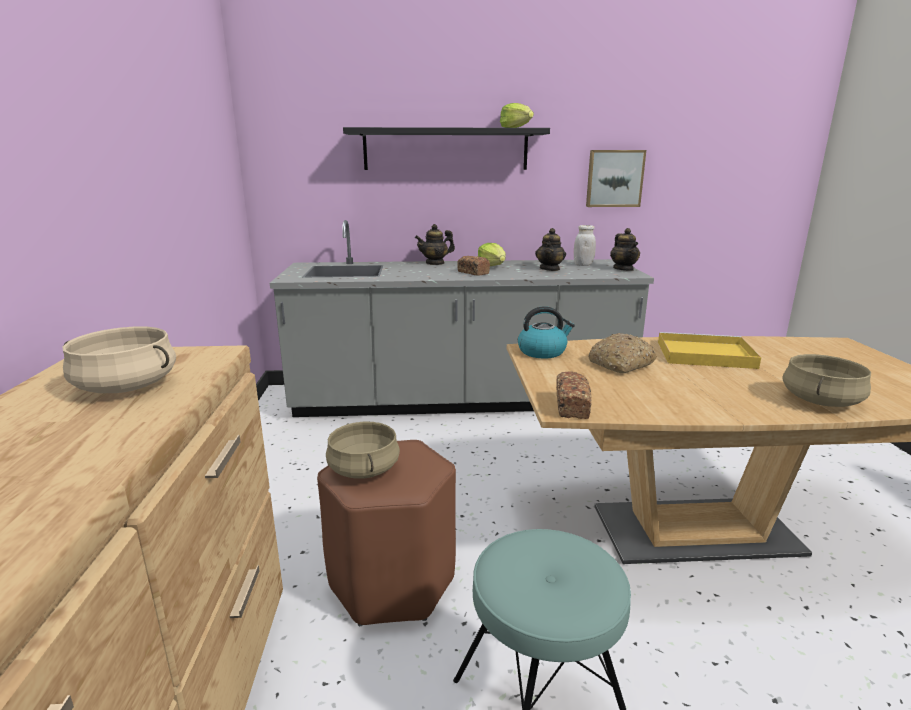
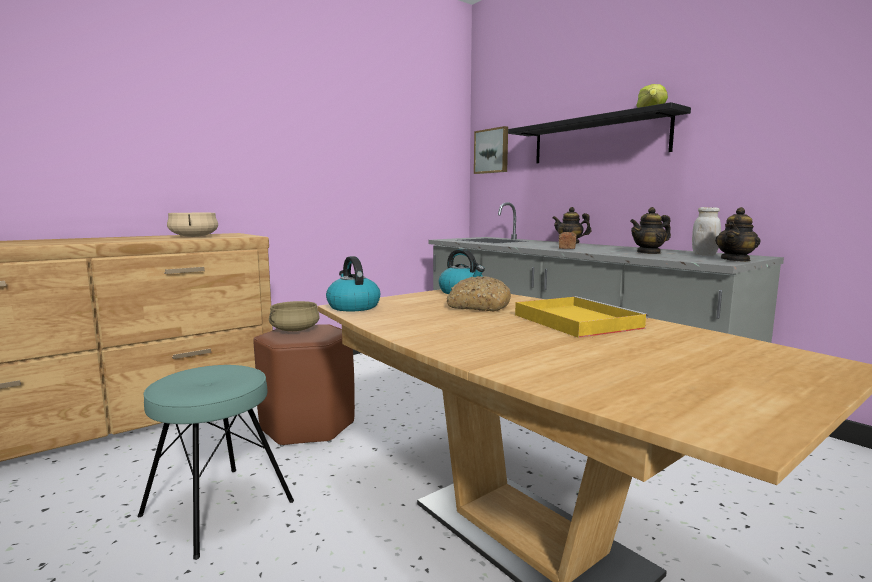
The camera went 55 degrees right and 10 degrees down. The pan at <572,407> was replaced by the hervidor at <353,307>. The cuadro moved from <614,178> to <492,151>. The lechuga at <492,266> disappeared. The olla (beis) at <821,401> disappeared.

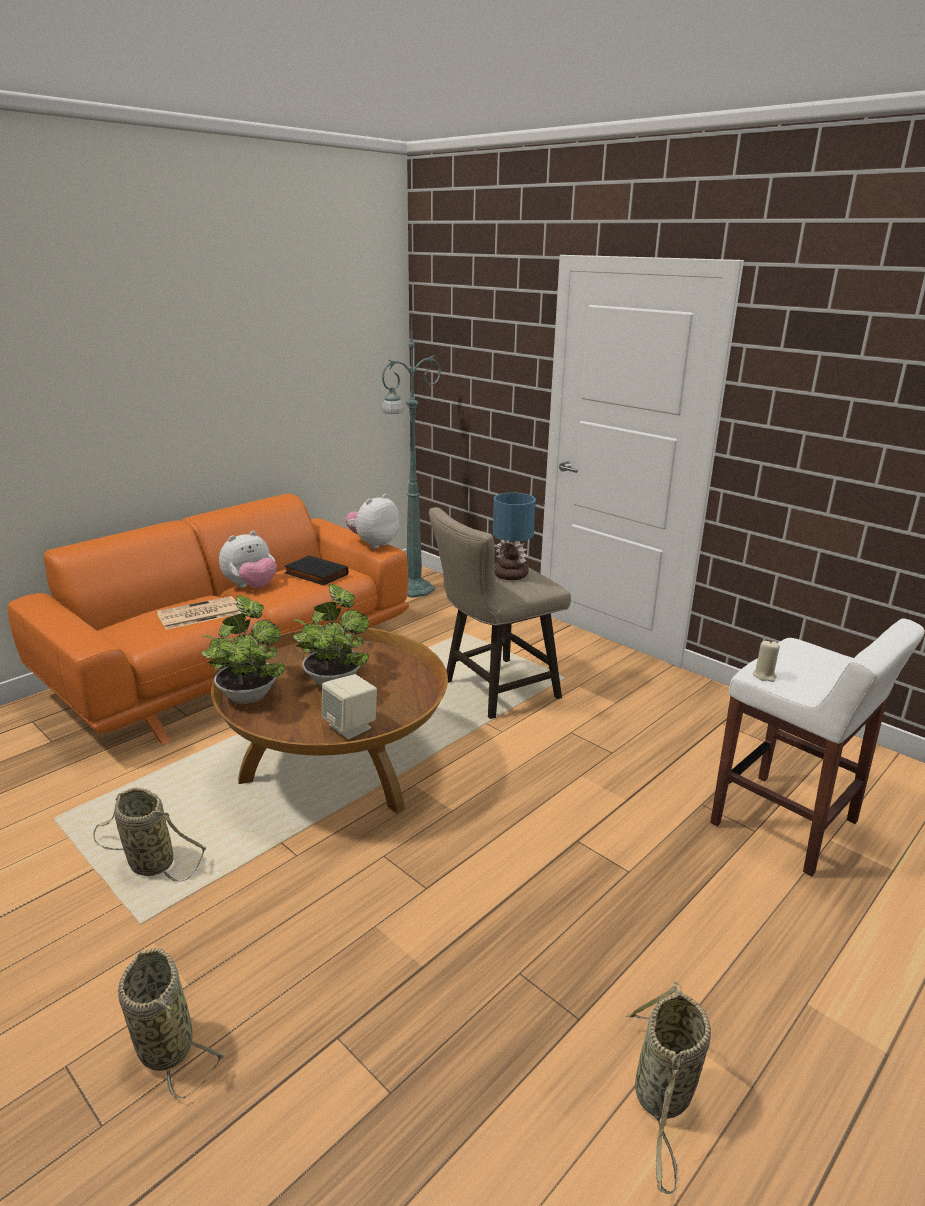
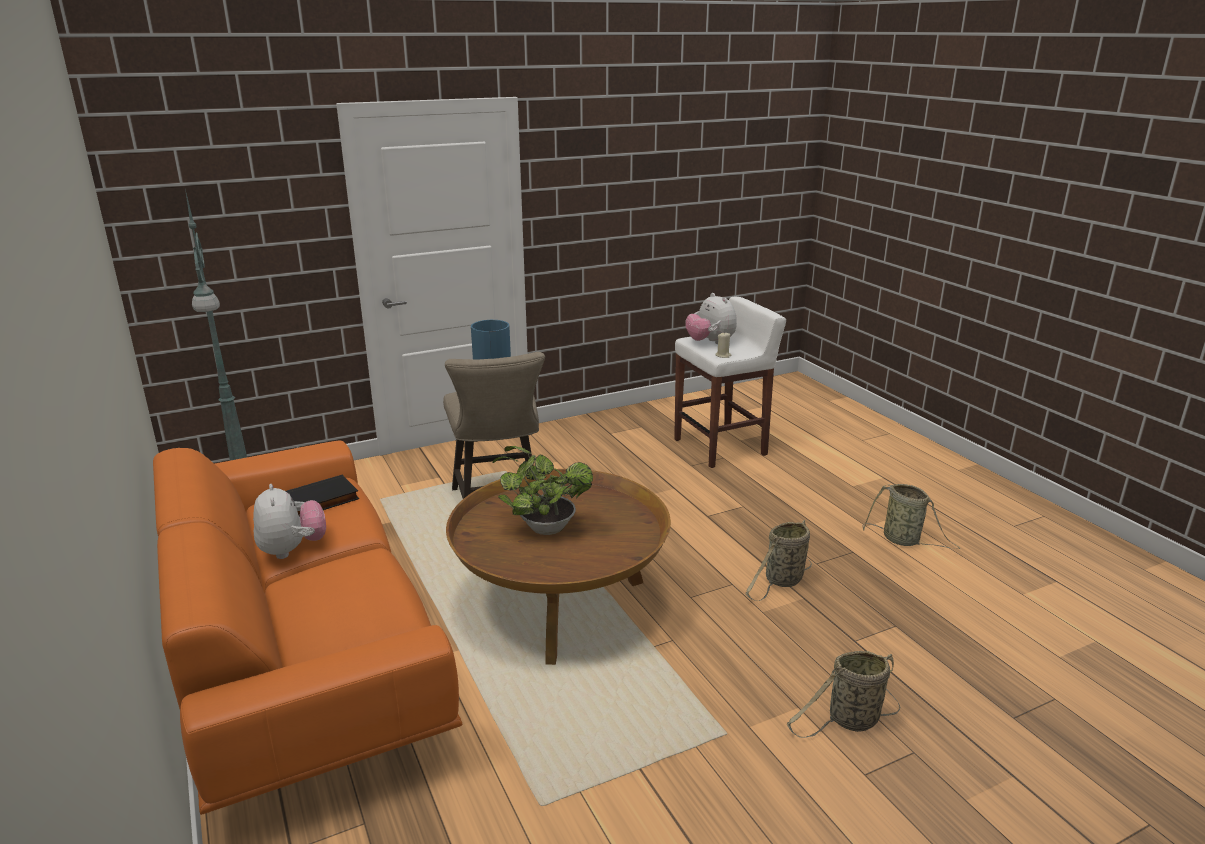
The camera went 70 degrees left and 0 degrees up. The peluche moved from <373,544> to <710,342>. The cesta moved from <148,862> to <782,581>. The periódico at <198,614> disappeared. The planta en maceta at <248,694> disappeared. The altavoz (beis) at <351,727> disappeared.

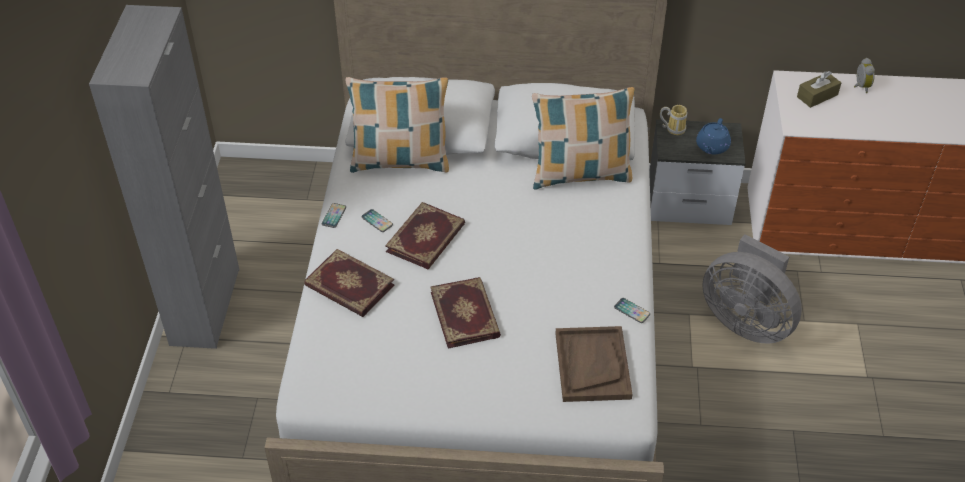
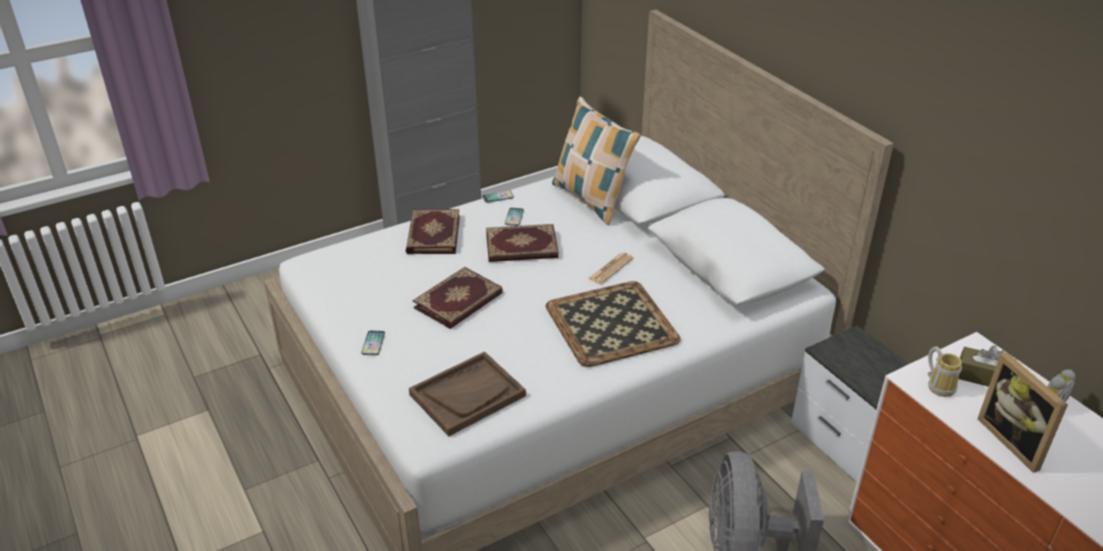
The camera went 55 degrees right and 10 degrees down. The móvil moved from <632,311> to <373,343>. The bandeja at <612,324> appeared. The periódico at <610,269> appeared. The taza grande moved from <673,128> to <939,385>. The portarretratos at <1015,441> appeared. The cojín at <580,174> disappeared. The tetera (azul) at <712,147> disappeared.

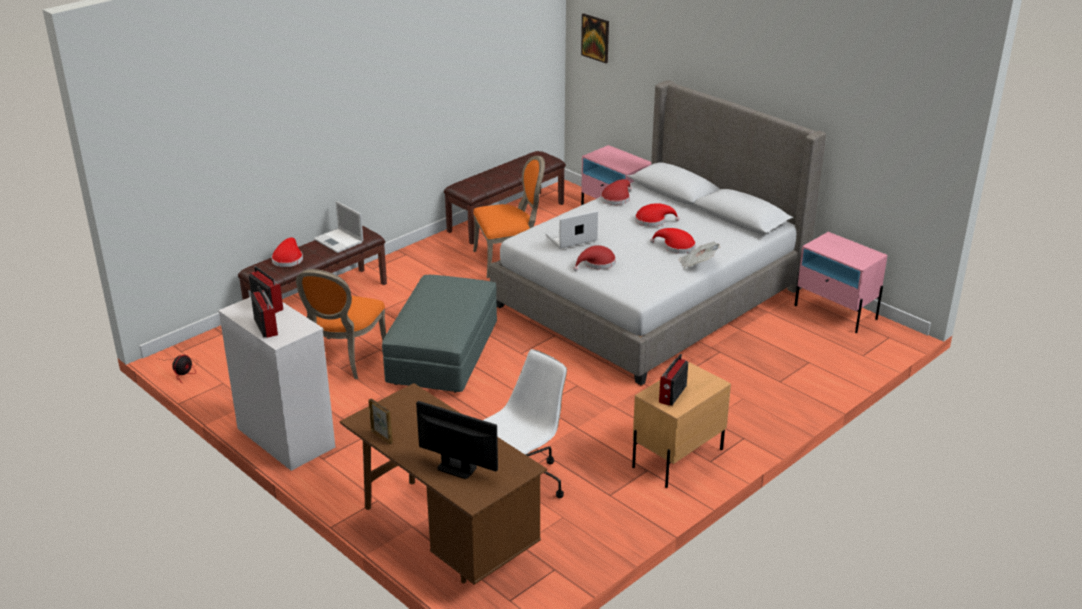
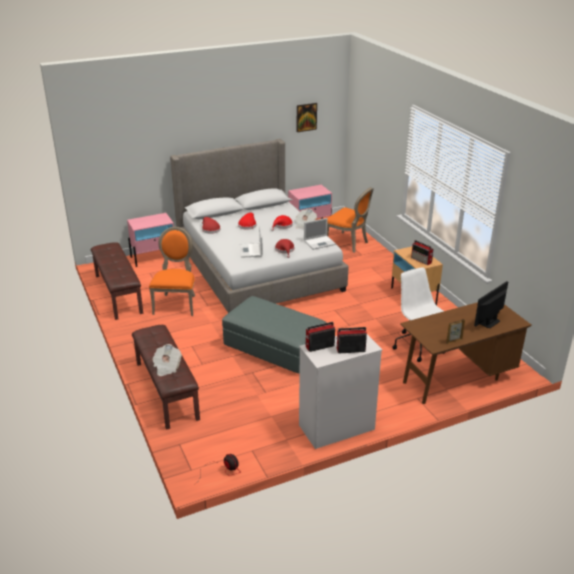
The camera went 70 degrees left and 0 degrees up. The sombrero (rojo) at <288,259> was replaced by the periódico at <167,367>. The cuadro moved from <595,38> to <306,117>. The portátil moved from <339,241> to <320,242>. The silla (naranja) moved from <344,360> to <348,243>.

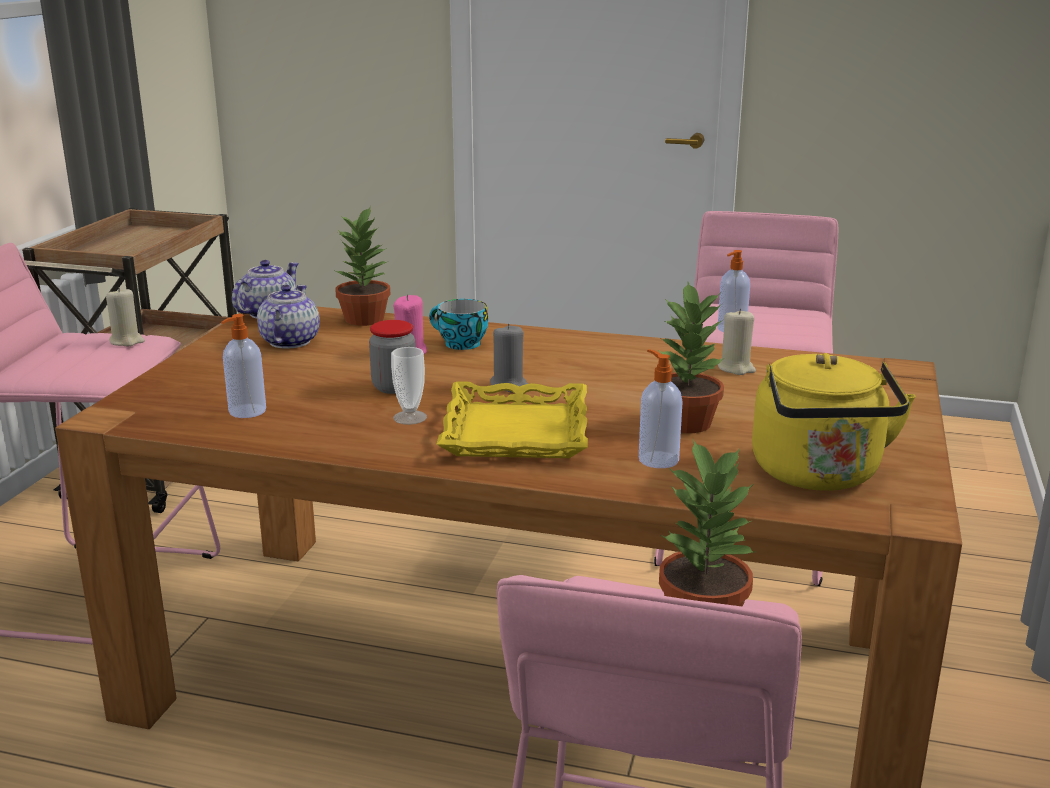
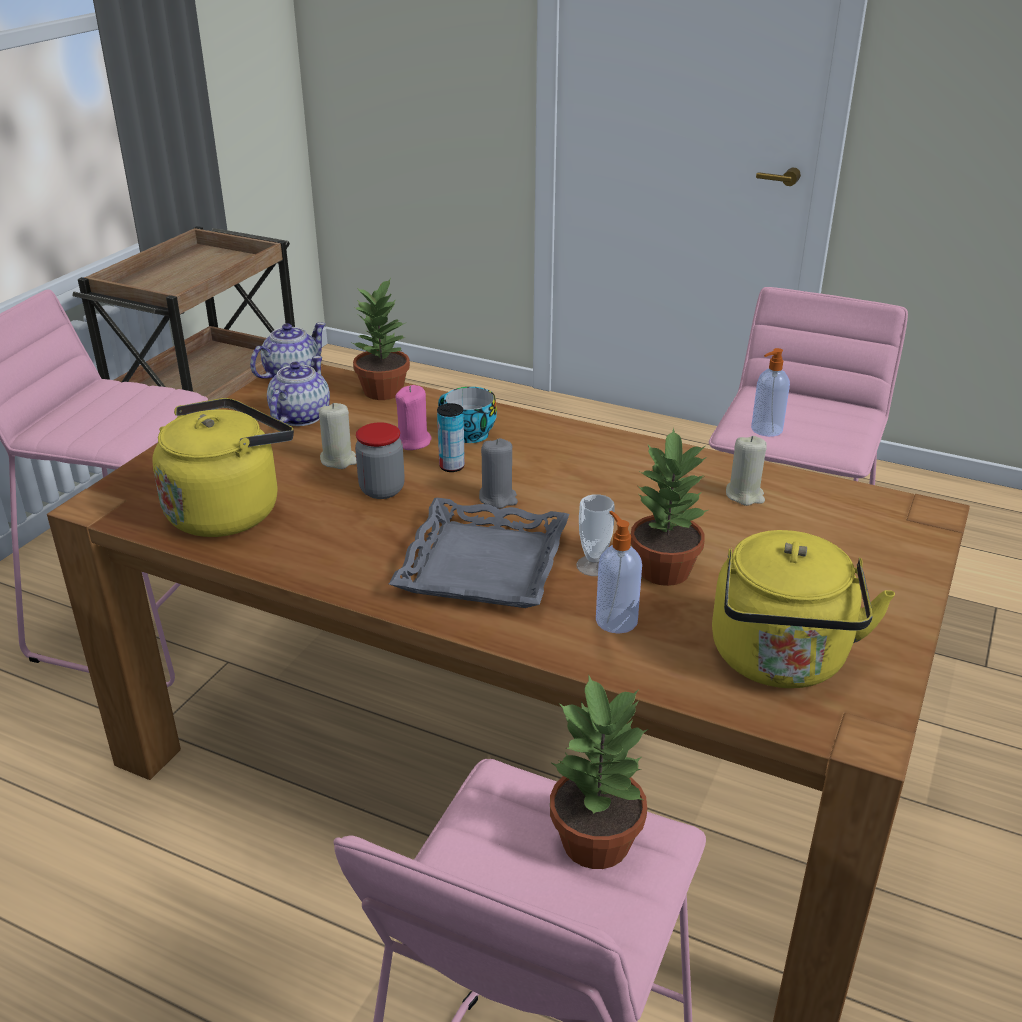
The camera went 10 degrees right and 10 degrees up. The dispensador de jabón at <246,412> was replaced by the hervidor (amarillo) at <228,510>. The vela (beis) moved from <127,341> to <339,460>. The bandeja (amarillo) at <514,431> became the bandeja (gris) at <482,564>. The lata at <451,466> appeared. The taza moved from <410,417> to <594,566>.

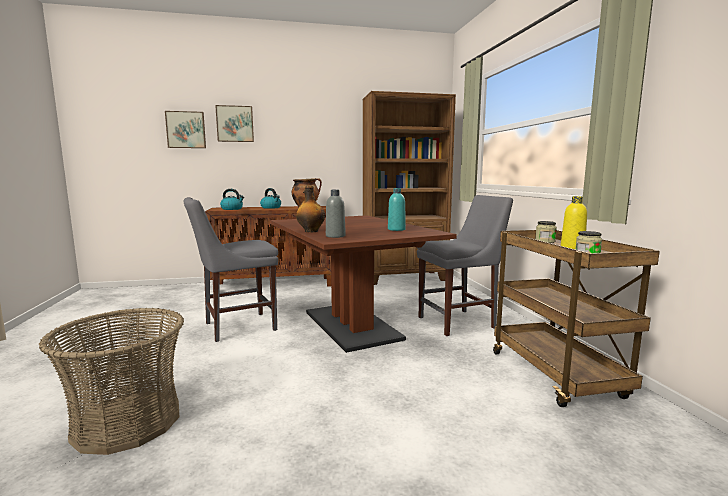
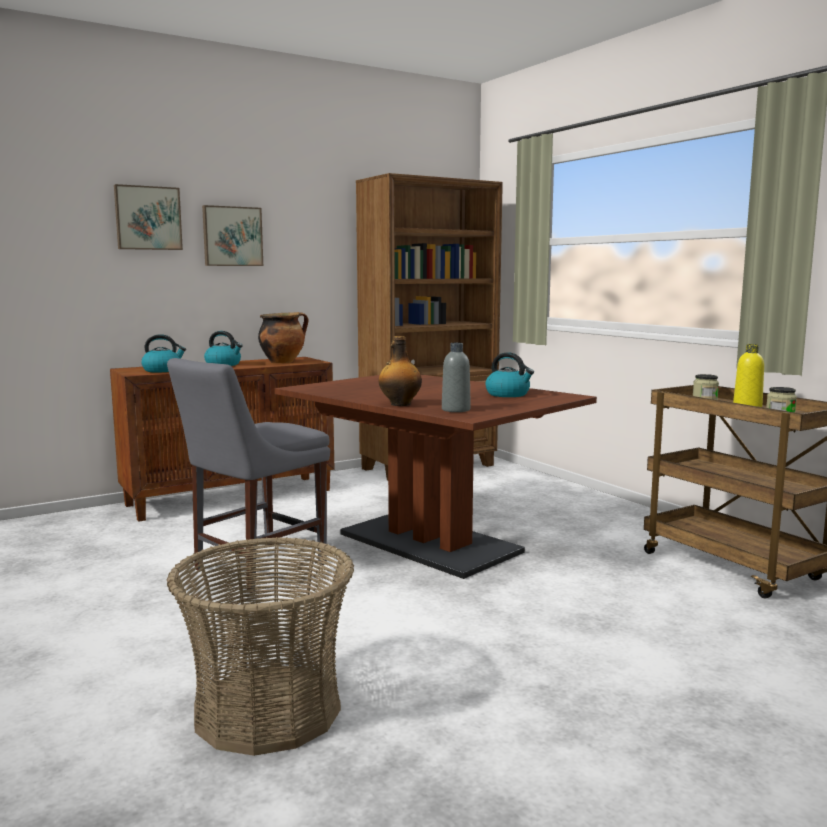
The camera went 20 degrees left and 0 degrees up. The cuadro moved from <186,130> to <232,236>. The botella (turquesa) at <396,229> was replaced by the hervidor at <508,394>. The silla (gris) at <460,322> disappeared.

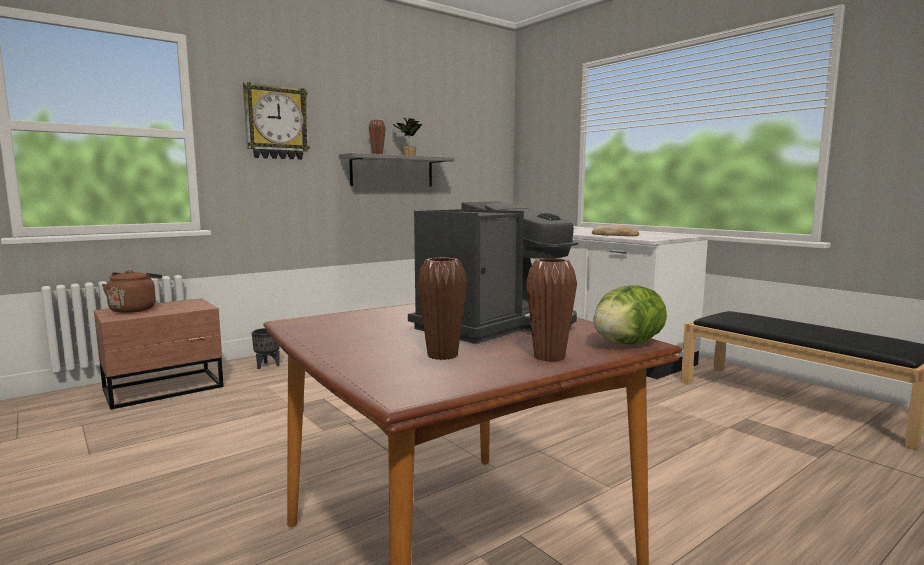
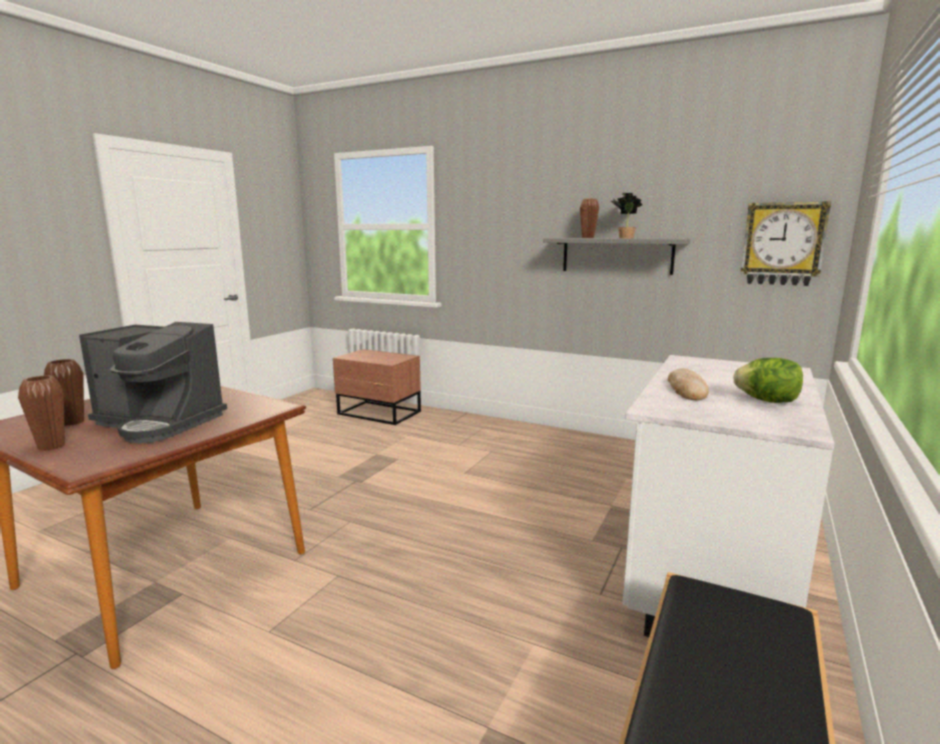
The camera went 65 degrees right and 5 degrees up. The lechuga moved from <626,344> to <767,401>. The reloj de pared moved from <276,123> to <782,244>. The hervidor (marrón) at <134,309> disappeared. The maceta (negro) at <268,366> disappeared.

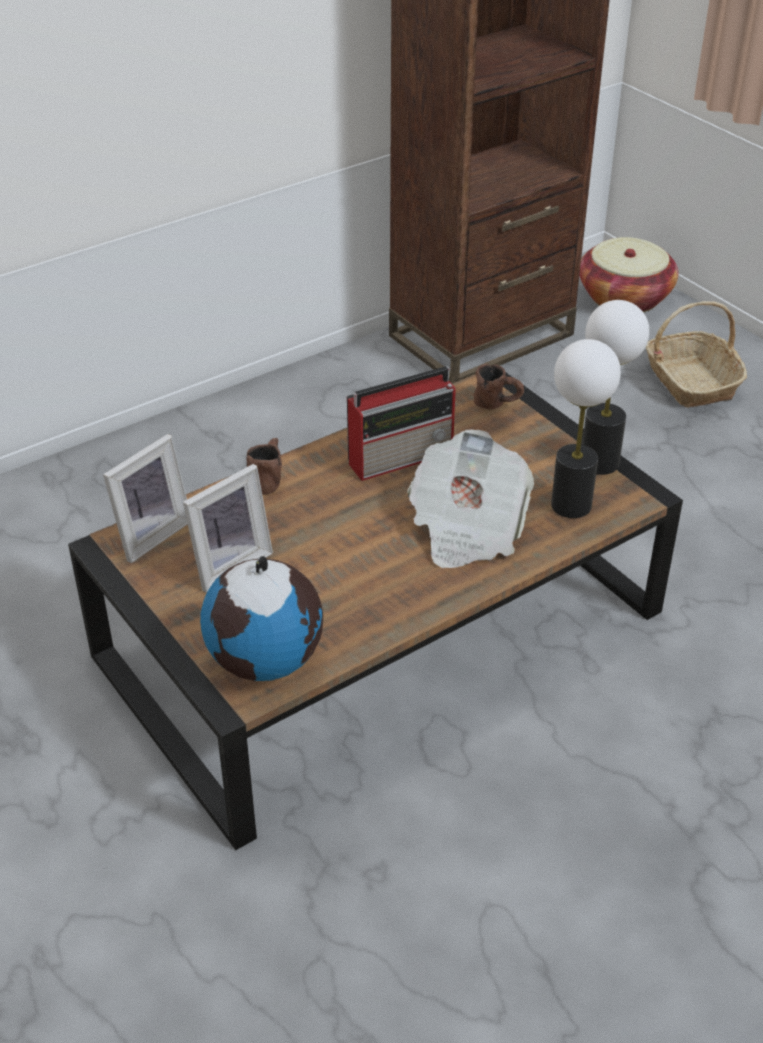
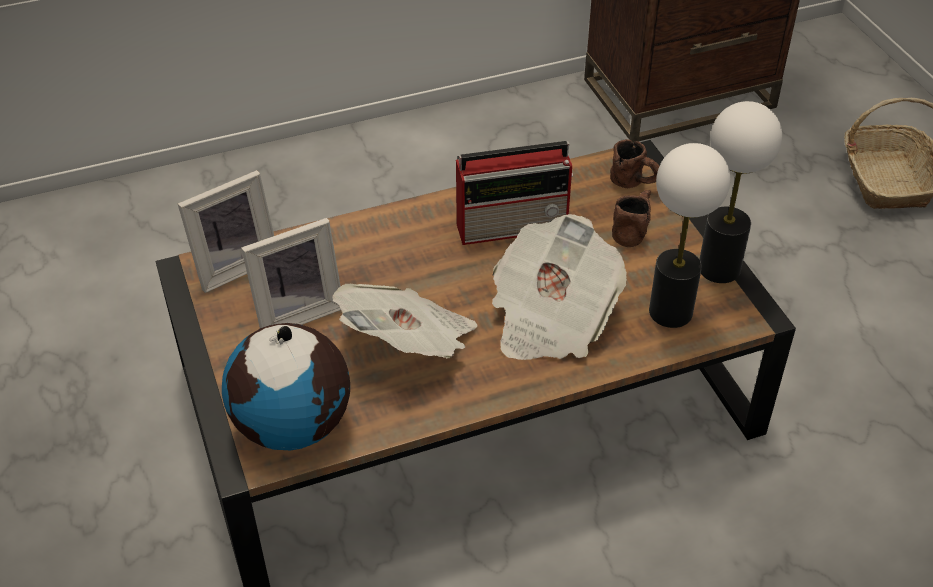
The camera went 15 degrees right and 5 degrees up. The periódico at <409,344> appeared. The taza grande (marrón) moved from <268,478> to <632,230>. The cesta at <624,298> disappeared.

